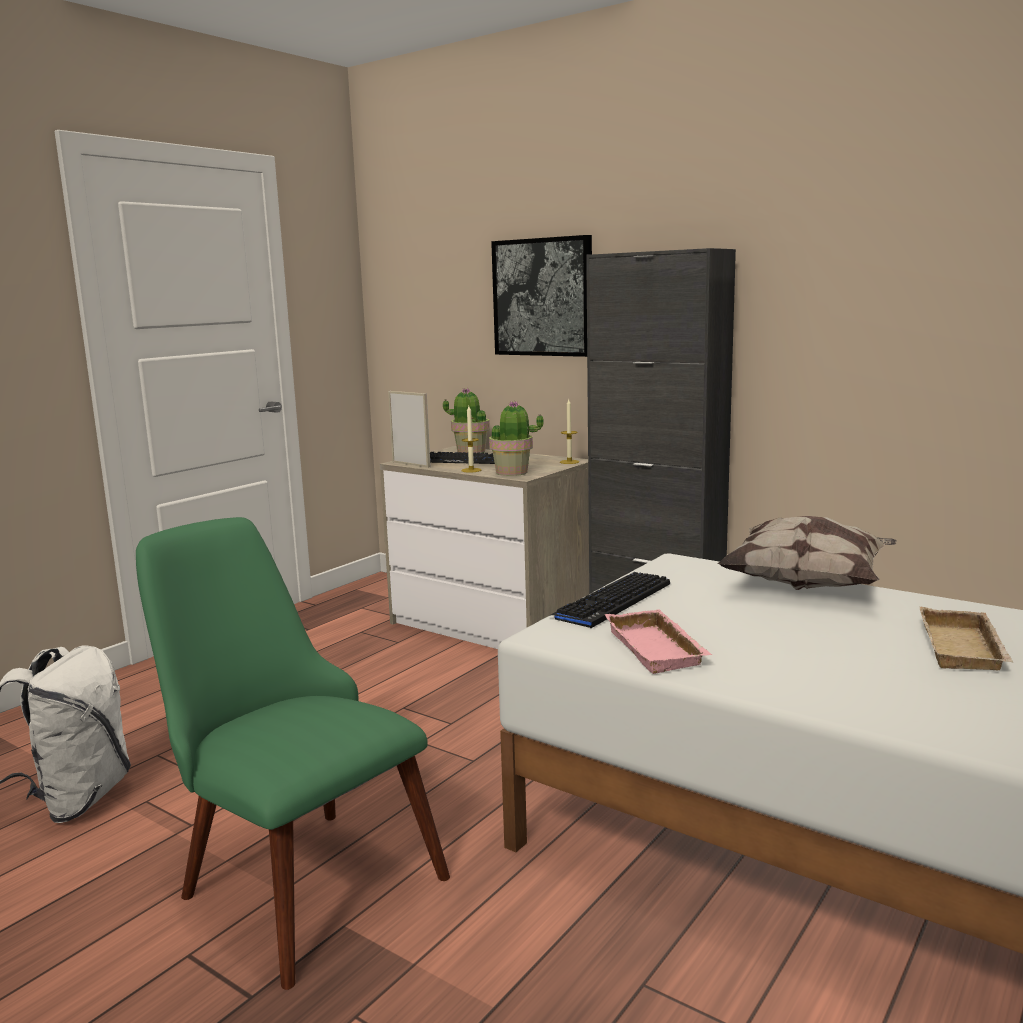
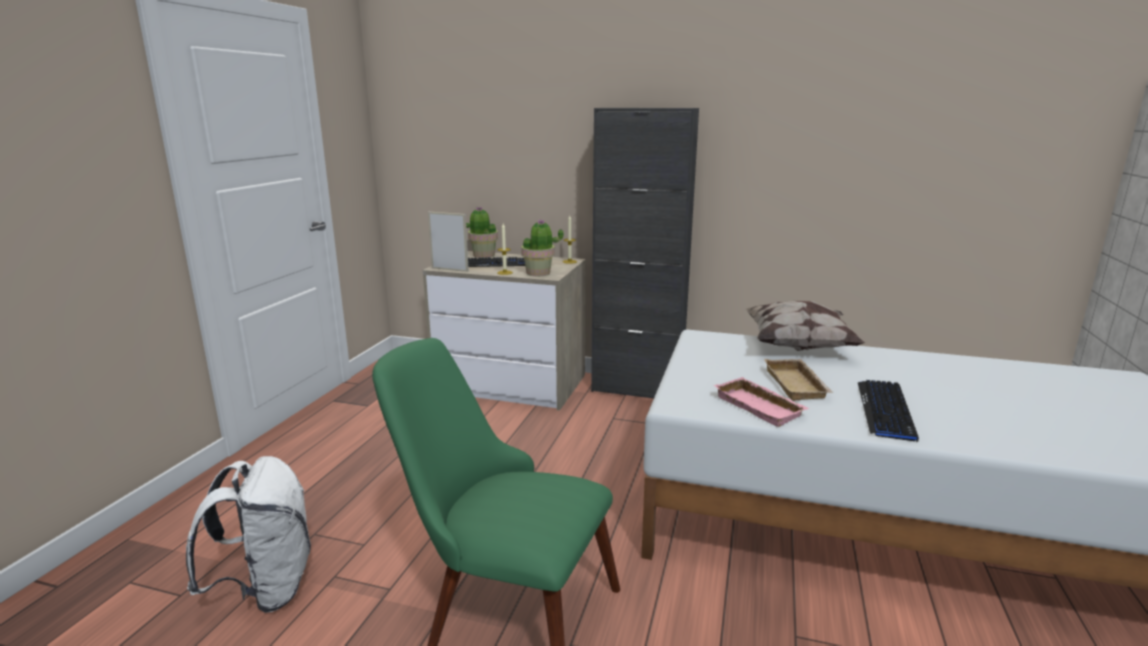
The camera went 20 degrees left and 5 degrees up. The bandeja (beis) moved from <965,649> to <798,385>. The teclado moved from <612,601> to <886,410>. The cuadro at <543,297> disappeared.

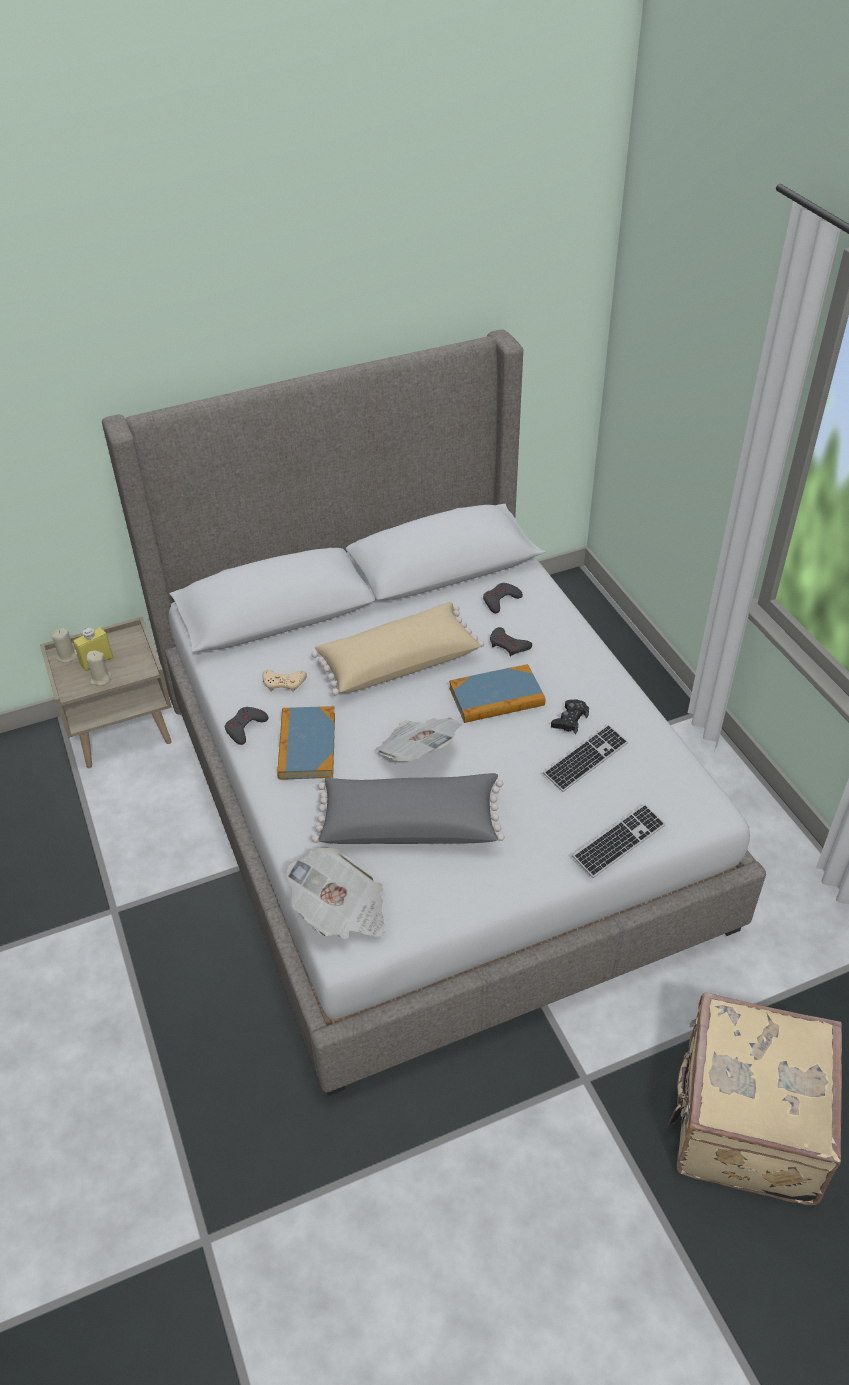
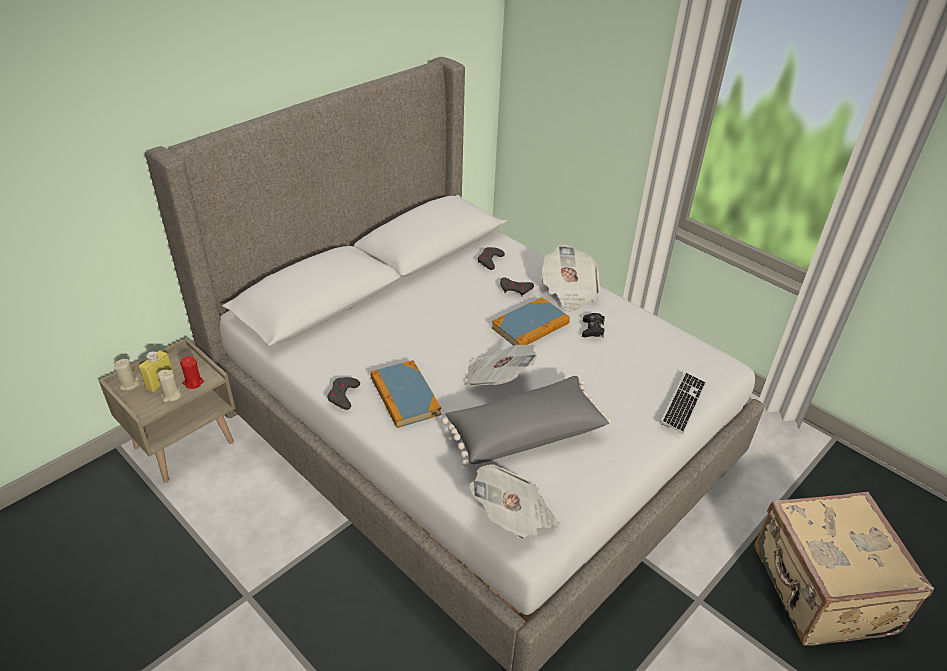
The camera went 25 degrees left and 5 degrees down. The vela (rojo) at <193,382> appeared. The periódico at <569,292> appeared. The mando de consola (beis) at <284,683> disappeared. The cojín (beis) at <397,662> disappeared. The teclado at <585,759> disappeared.

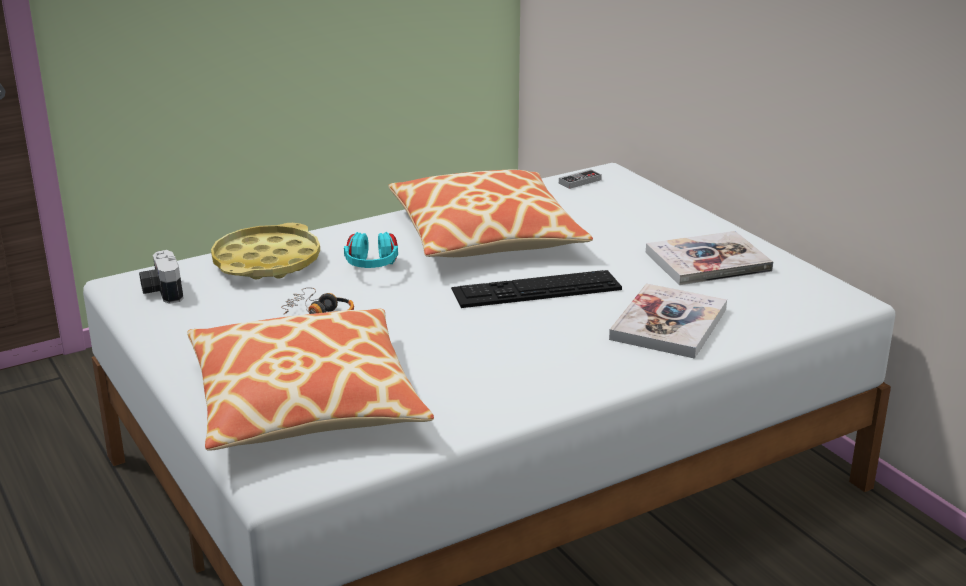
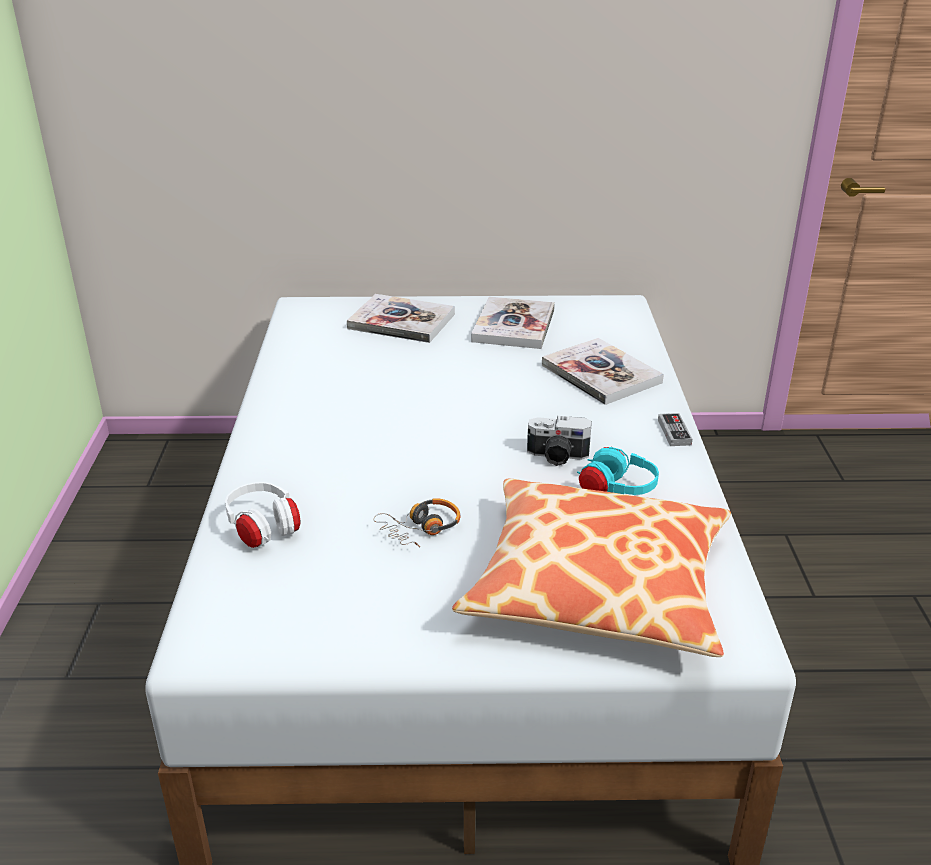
The camera went 60 degrees left and 5 degrees up. The bandeja (amarillo) at <267,262> was replaced by the auriculares (blanco) at <263,530>. The libro at <401,321> appeared. The cámara moved from <161,291> to <557,456>. The auriculares (turquesa) moved from <372,269> to <617,492>. The mando de consola moved from <580,181> to <674,432>. The cojín at <486,235> disappeared. The teclado at <536,289> disappeared.

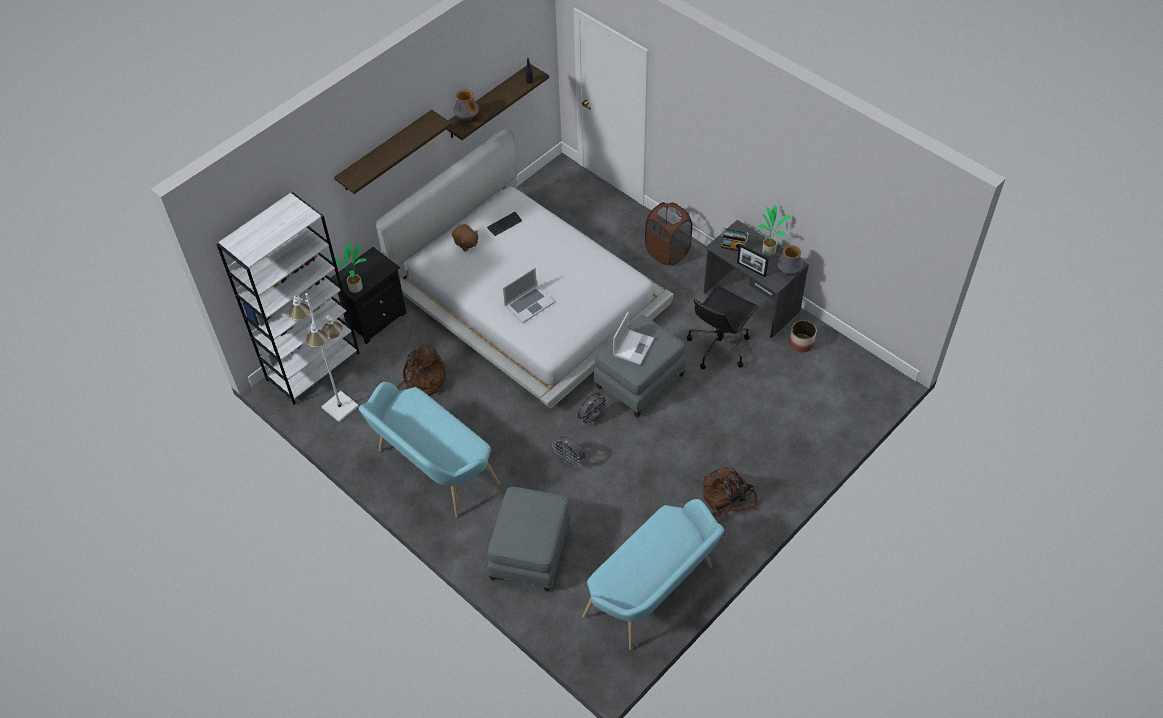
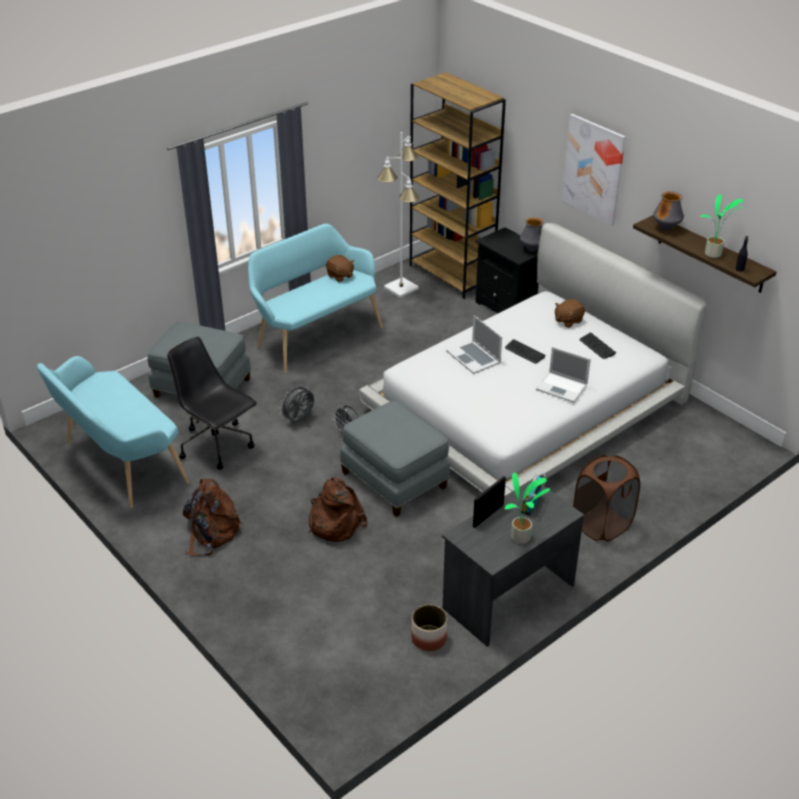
The camera went 95 degrees right and 15 degrees down. The silla de oficina (negro) moved from <719,346> to <217,445>. The mochila (marrón) moved from <422,382> to <334,523>. The peluche (marrón) at <340,276> appeared. The estantería (blanco) at <313,366> became the estantería (marrón) at <452,274>. The teclado at <524,352> appeared. The florero moved from <788,272> to <532,249>. The portátil moved from <633,346> to <562,387>. The estante at <385,151> was replaced by the cuadro at <593,169>. The planta en maceta moved from <356,287> to <713,254>.

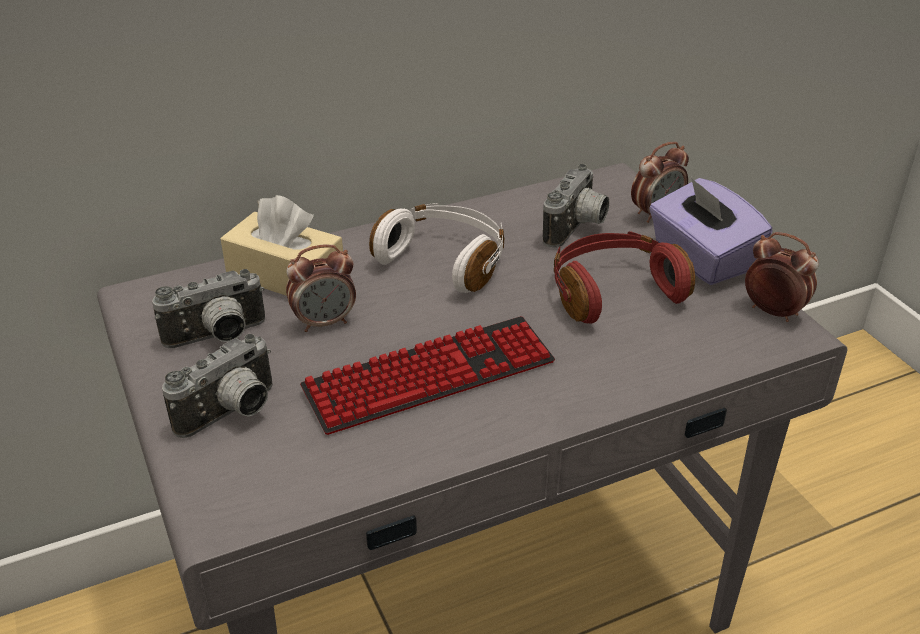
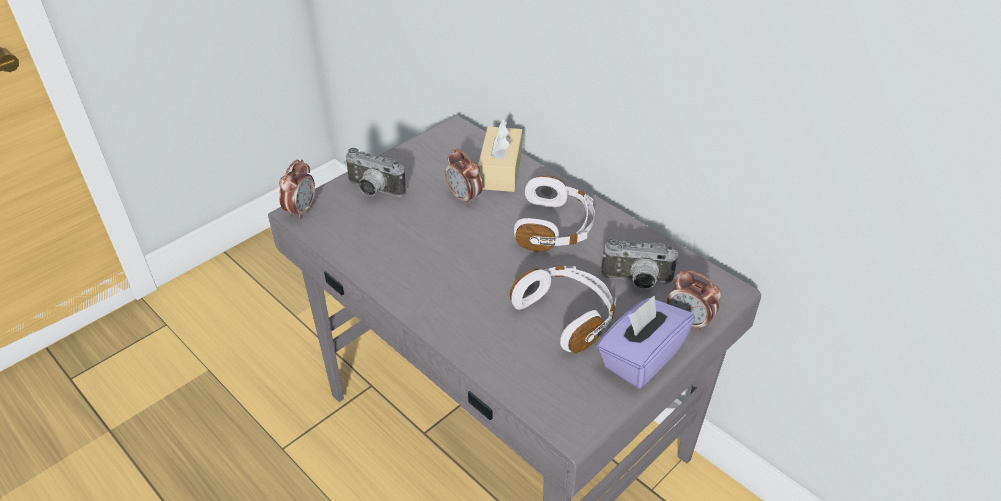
The camera went 70 degrees right and 5 degrees up. The despertador moved from <773,311> to <301,210>. The auriculares (rojo) at <613,291> became the auriculares (blanco) at <567,315>. The cámara at <218,338> disappeared. The teclado at <430,377> disappeared.

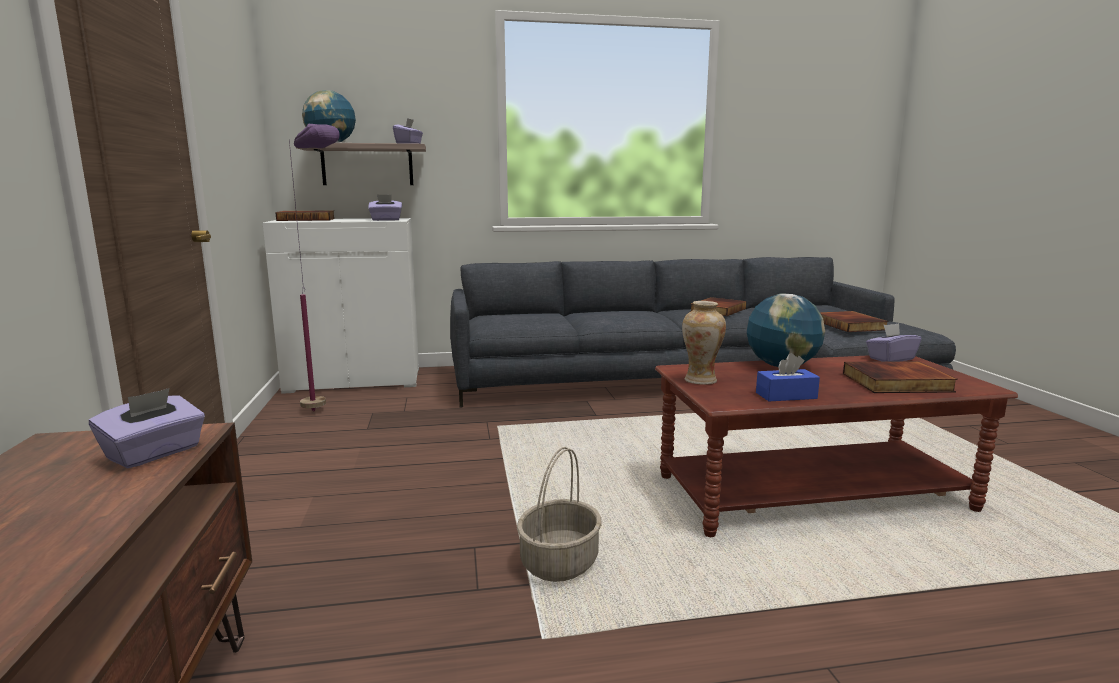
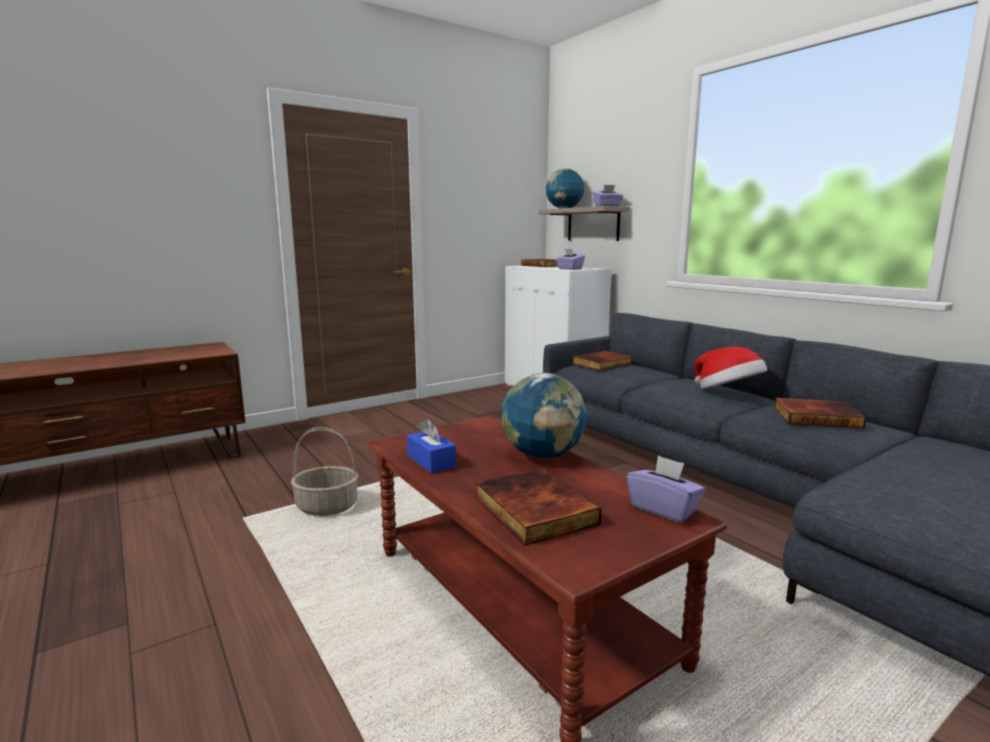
The camera went 65 degrees right and 0 degrees up. The libro moved from <851,325> to <602,364>. The sombrero at <728,392> appeared. The caja de pañuelos (morado) at <155,453> disappeared. The lámpara de pie (morado) at <331,413> disappeared. The florero at <700,380> disappeared.

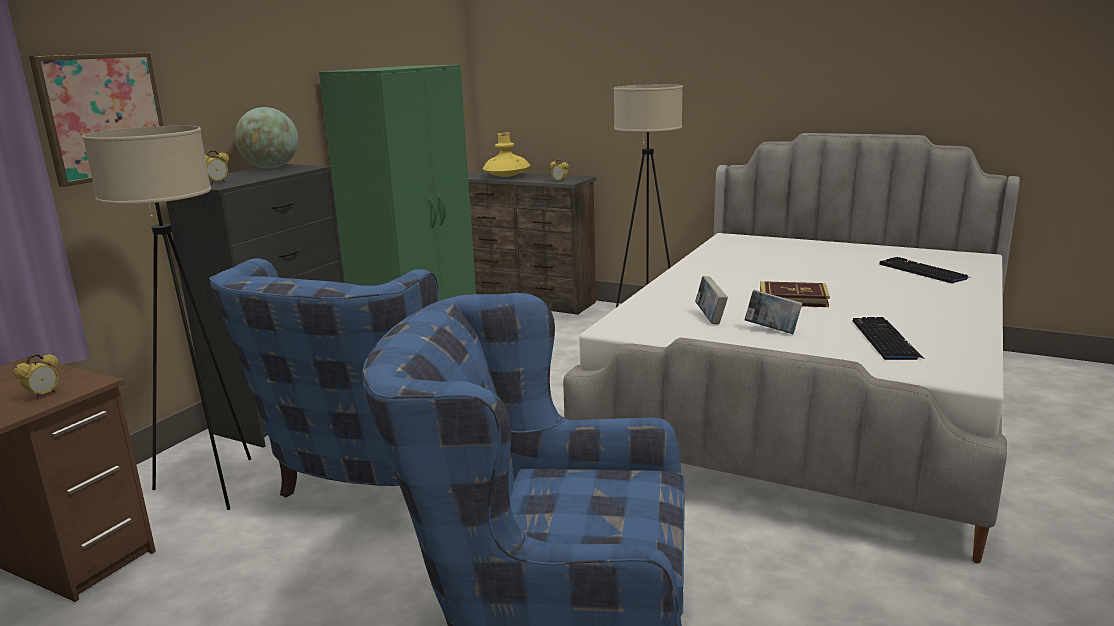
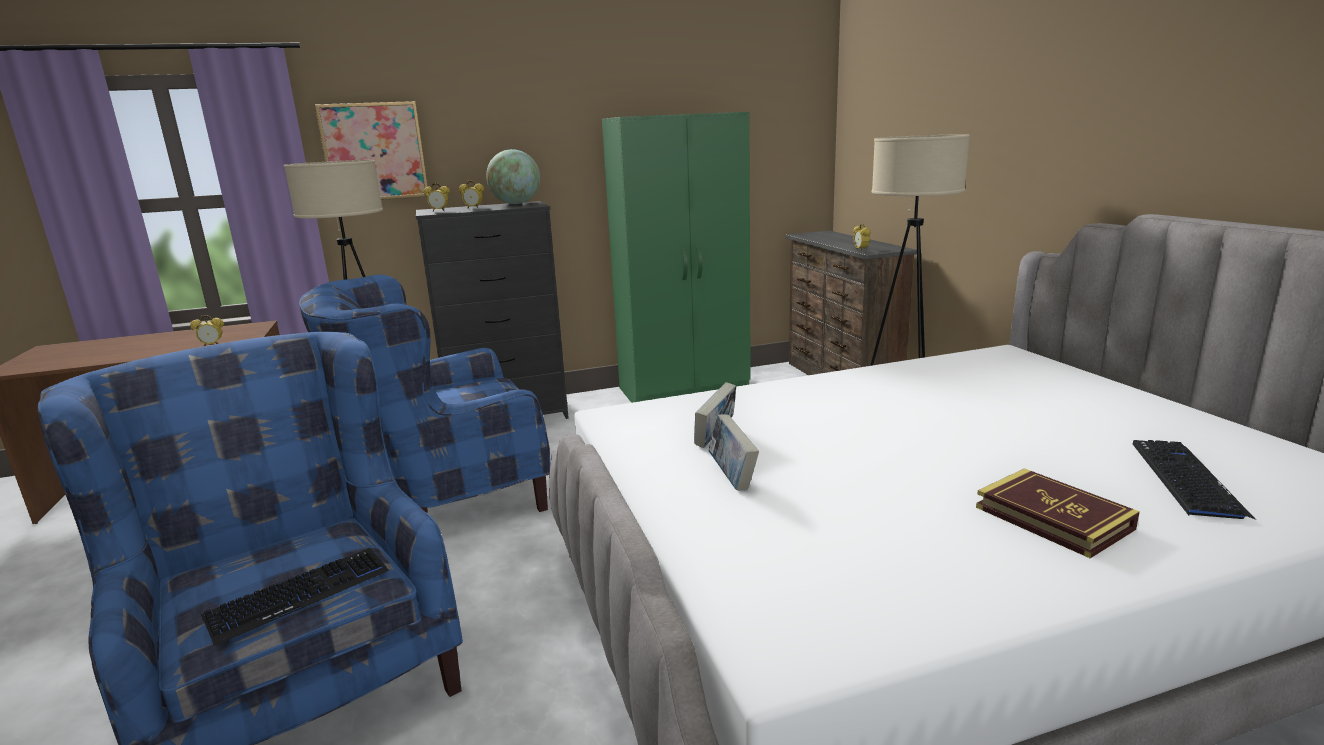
The camera went 45 degrees right and 0 degrees up. The teclado moved from <885,340> to <299,595>. The despertador at <473,208> appeared. The libro moved from <793,299> to <1053,518>. The florero (amarillo) at <506,176> disappeared.

